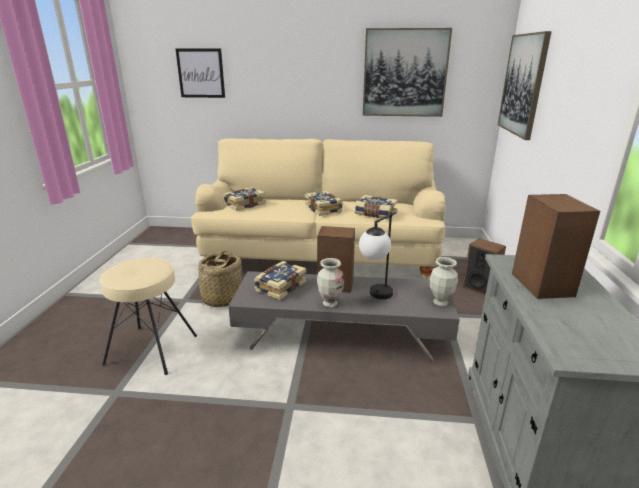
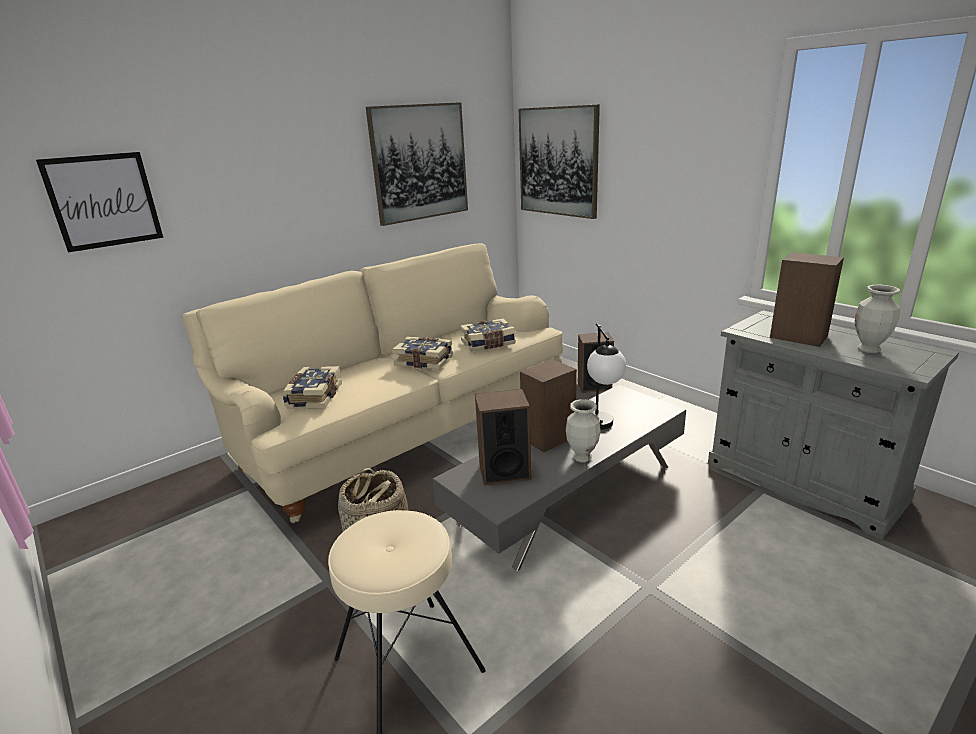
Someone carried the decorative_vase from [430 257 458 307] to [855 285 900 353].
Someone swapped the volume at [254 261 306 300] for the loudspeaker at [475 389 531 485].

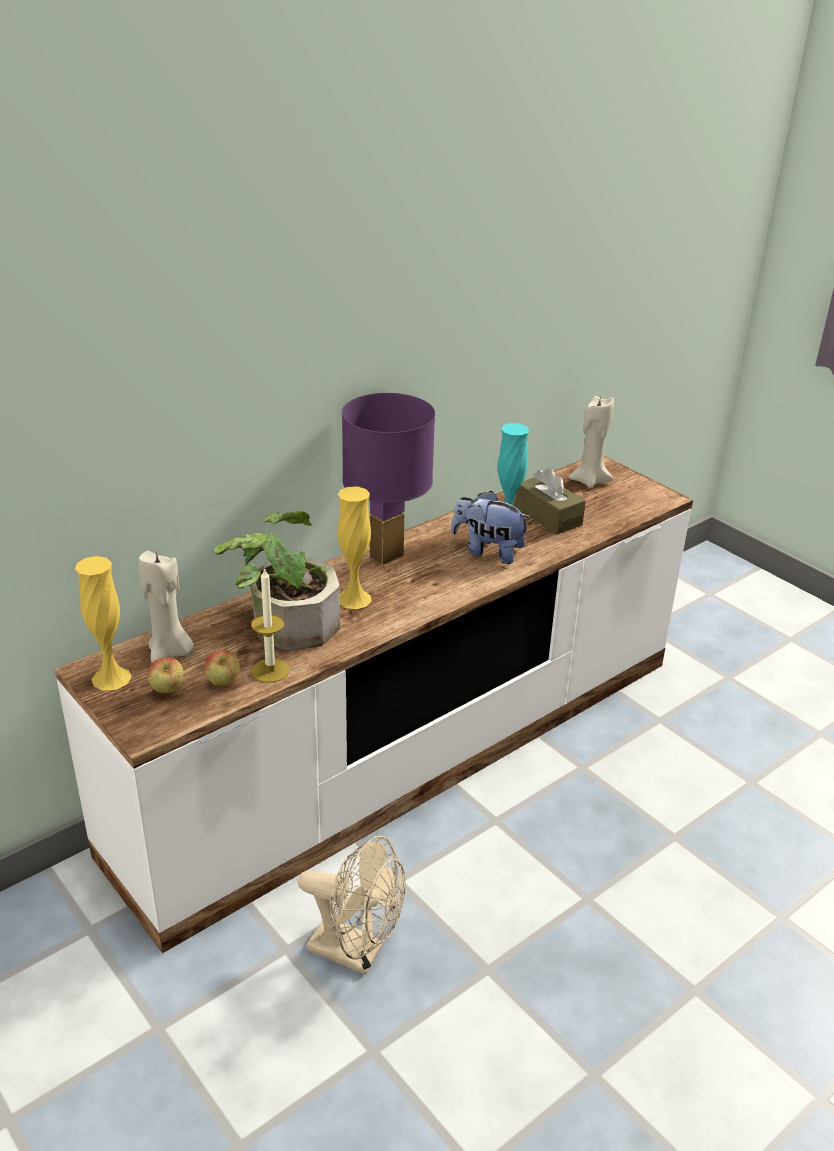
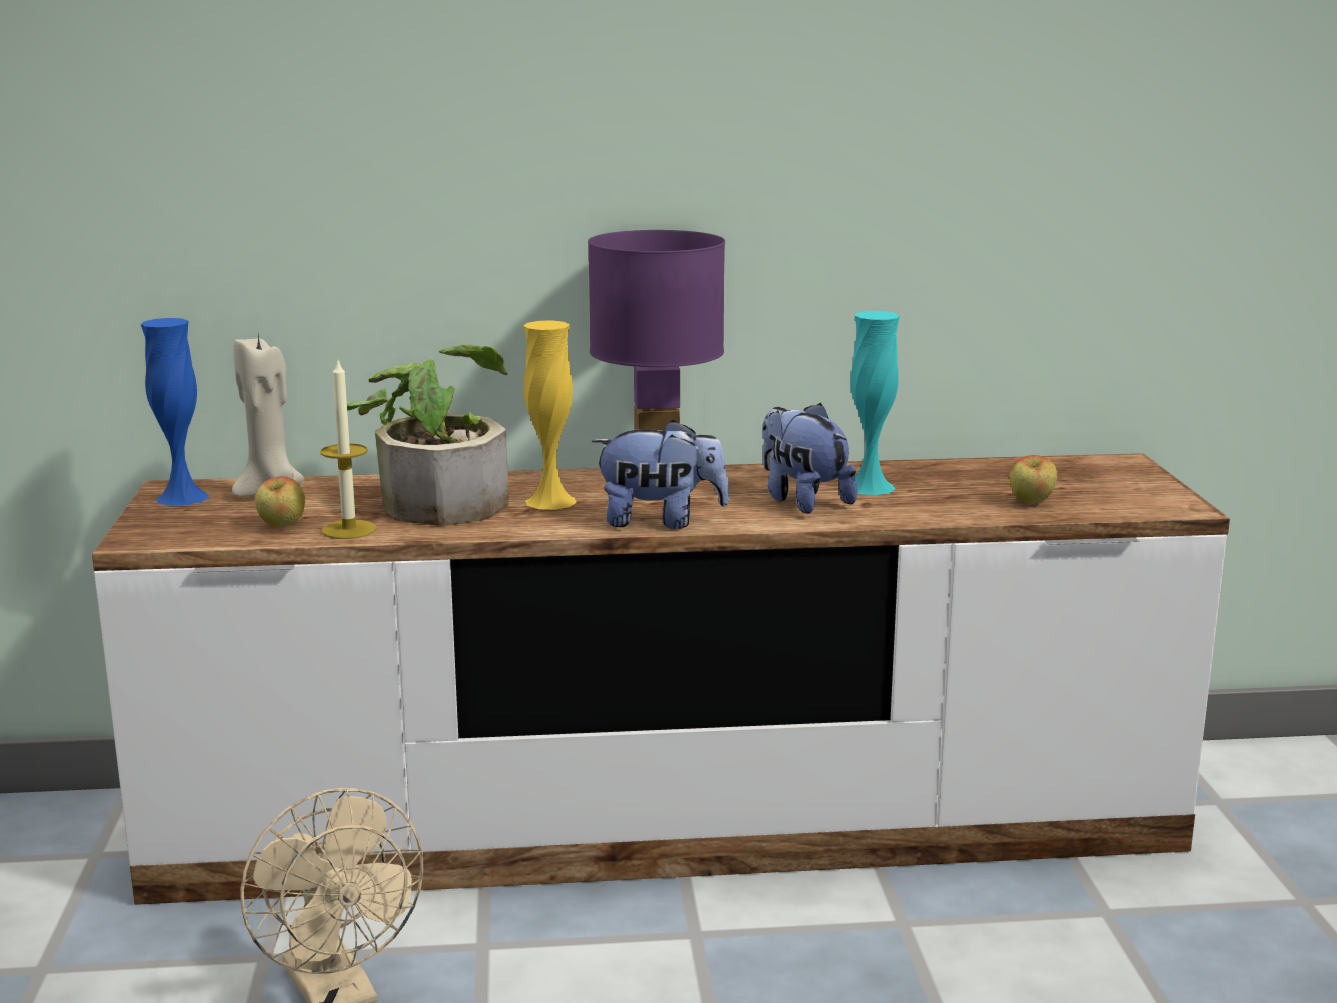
Someone took away the brown-coloured_tissue_holder at [515 467 586 535].
Someone took away the beige_wax_light at [568 395 614 488].
Someone put down the cuddly_toy at [592 420 730 529].
Someone carried the apple from [148 657 184 693] to [1010 455 1057 504].
Someone repainted the yellowish_decorative_vase at [75 556 131 691], which became the bluish_decorative_vase at [141 318 209 506].

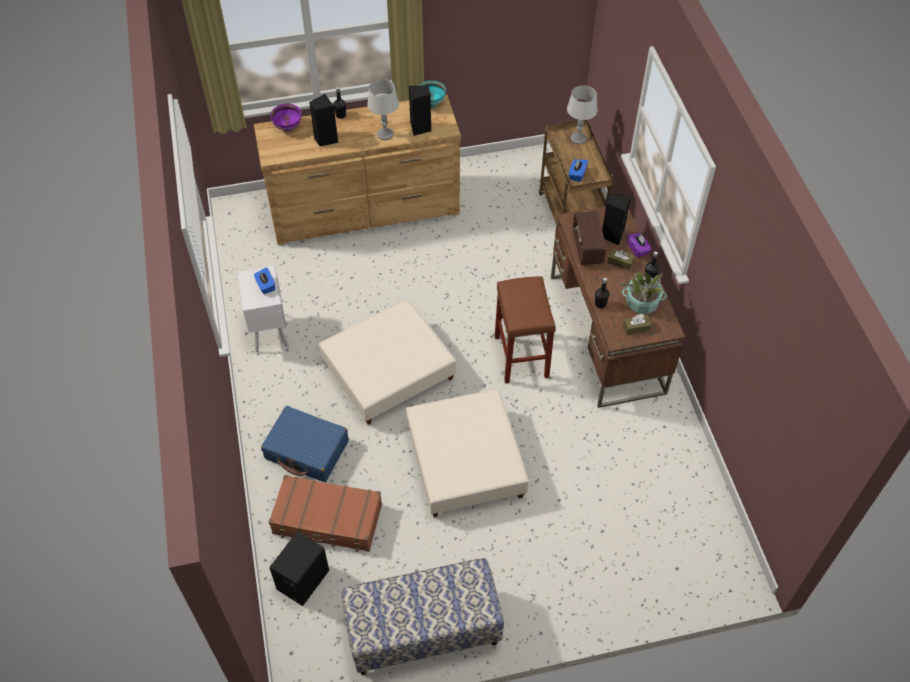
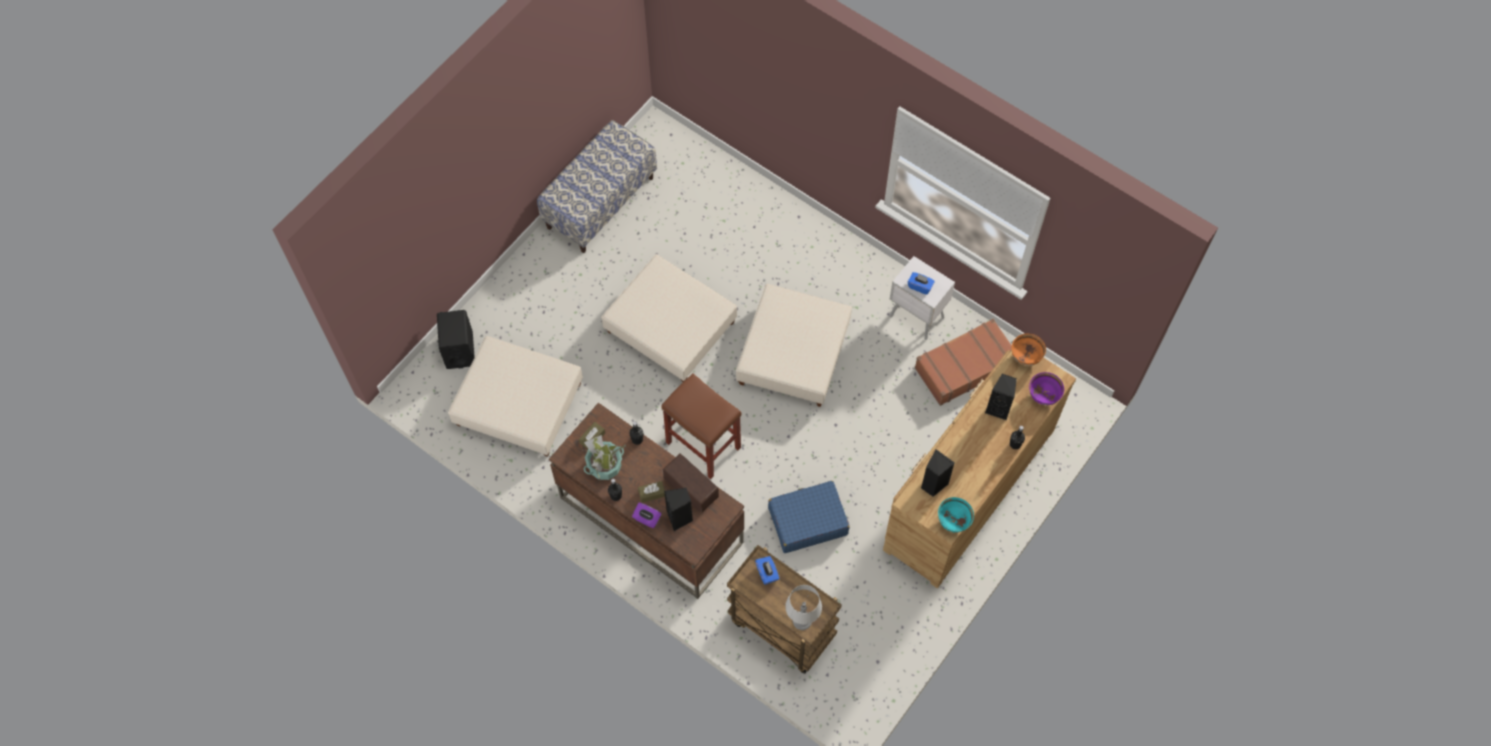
Someone took away the greyish_lamp_for_a_table at [367 79 399 140].
Someone put down the beige_pouffe at [448 336 583 457].
Someone put down the orange_bowl at [1012 334 1046 366].
Someone carried the bluish_piece_of_luggage from [261 406 349 482] to [768 481 850 553].
Someone carried the brown-coloured_piece_of_luggage from [269 475 382 552] to [915 319 1012 406].
Someone carried the black-coloured_loudspeaker from [269 532 329 606] to [437 310 475 369].

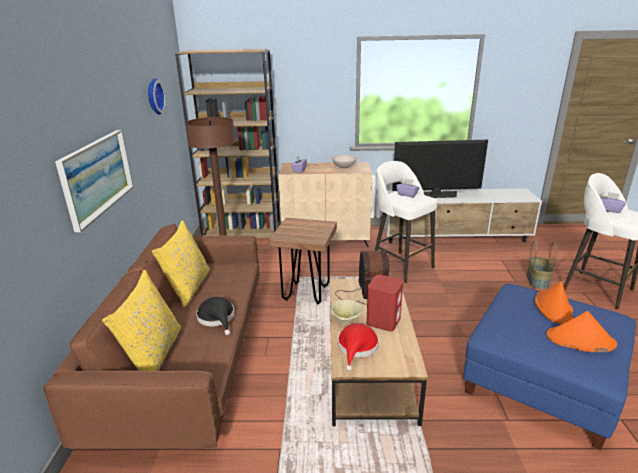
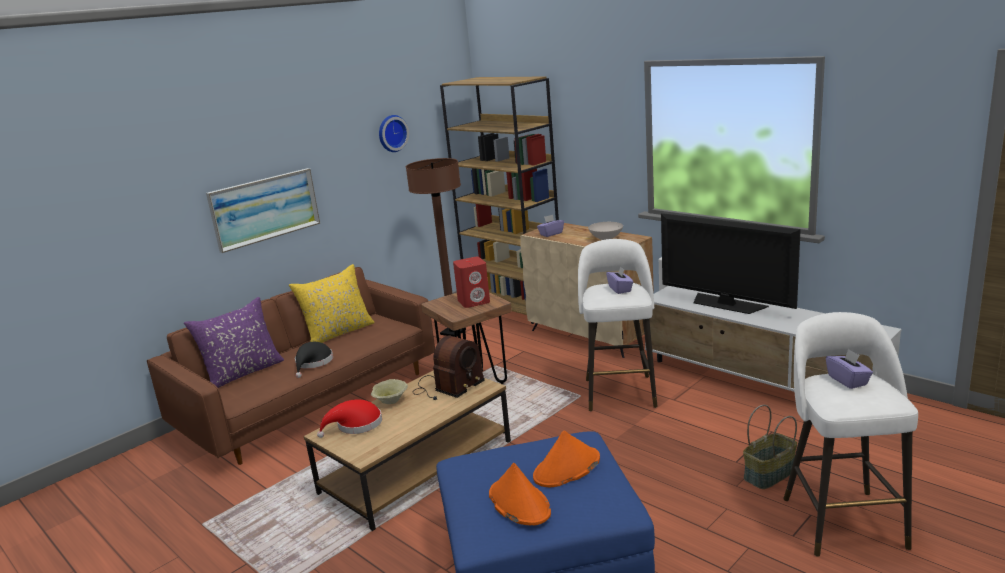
Someone carried the reddish_loudspeaker from [366 275 403 331] to [453 257 490 308].
Someone repainted the yellowish_throw_pillow at [102 270 181 371], which became the purple_throw_pillow at [184 297 284 388].

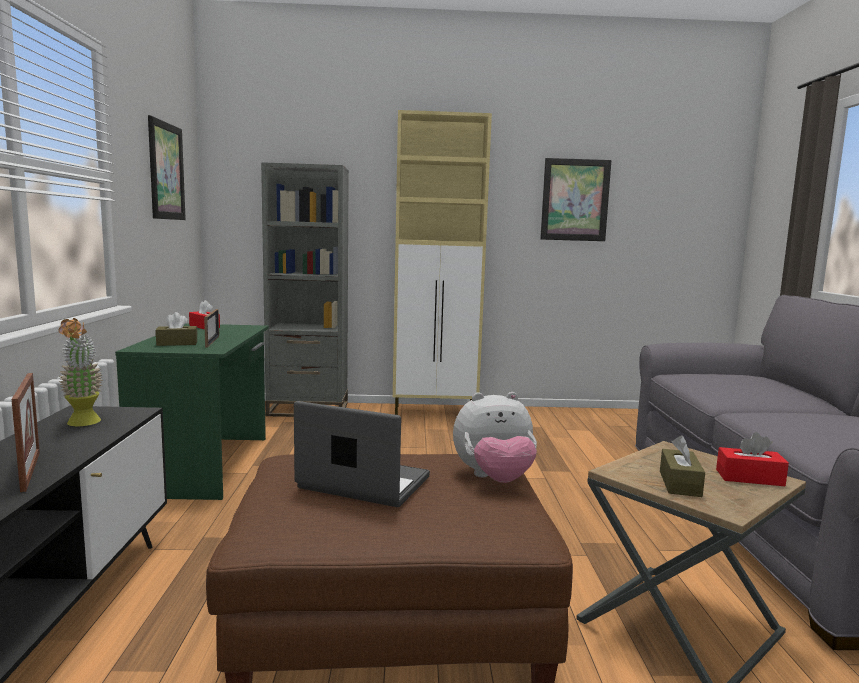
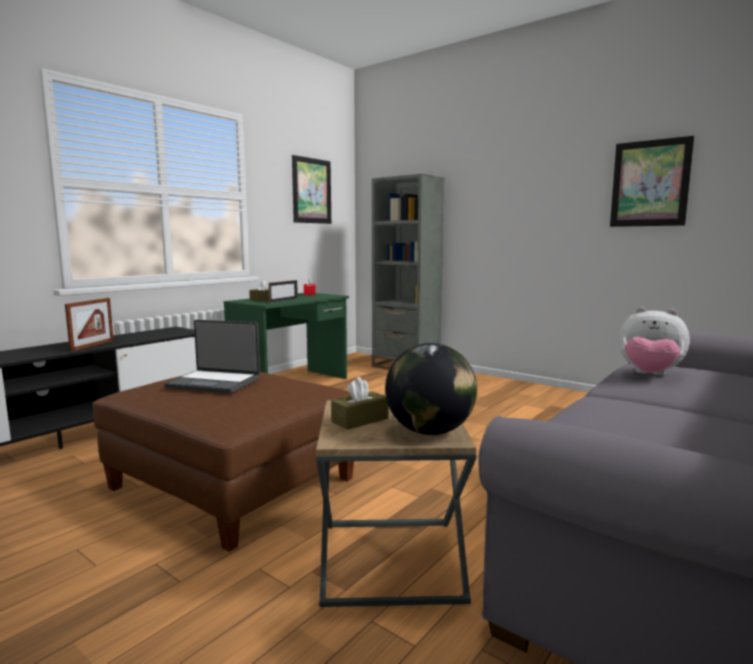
Someone took away the houseplant at [58 318 103 426].
Someone took away the beige_storage_cabinet at [393 110 492 415].
Someone carried the cuddly_toy from [453 392 537 483] to [619 307 690 375].
Someone swapped the reddish_tissue_holder at [716 432 789 486] for the world_globe at [385 343 477 435].
Someone rotated the portable_computer at [294 401 430 507] by 135 degrees clockwise.

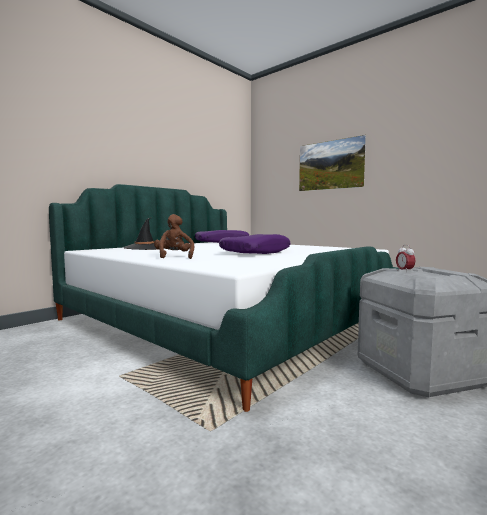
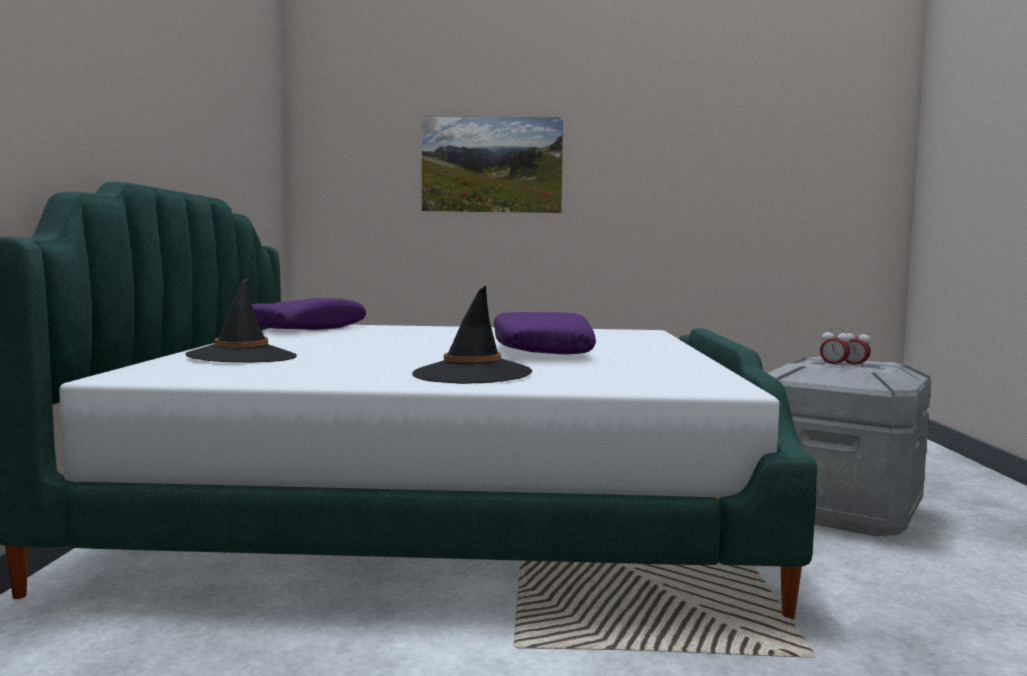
Someone put down the table_clock at [843 329 871 368].
Someone swapped the brown-coloured_cuddly_toy at [154 214 194 259] for the black-coloured_hat at [412 285 532 384].

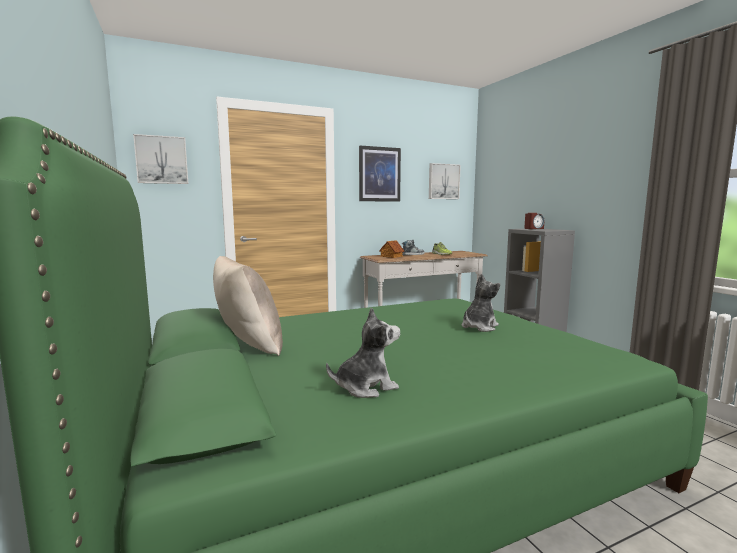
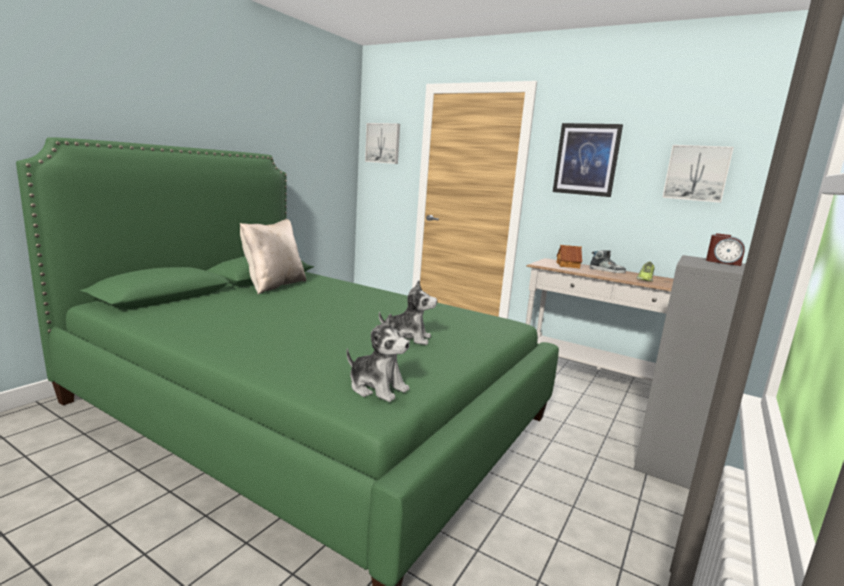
Someone carried the cuddly_toy from [326 307 400 398] to [346 314 410 402].

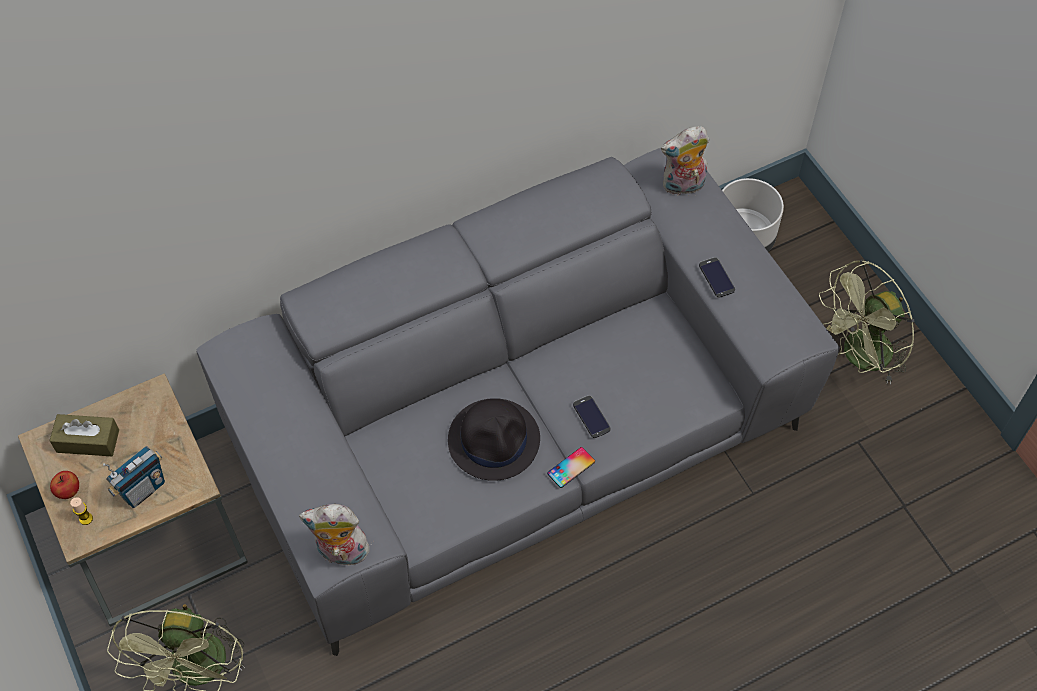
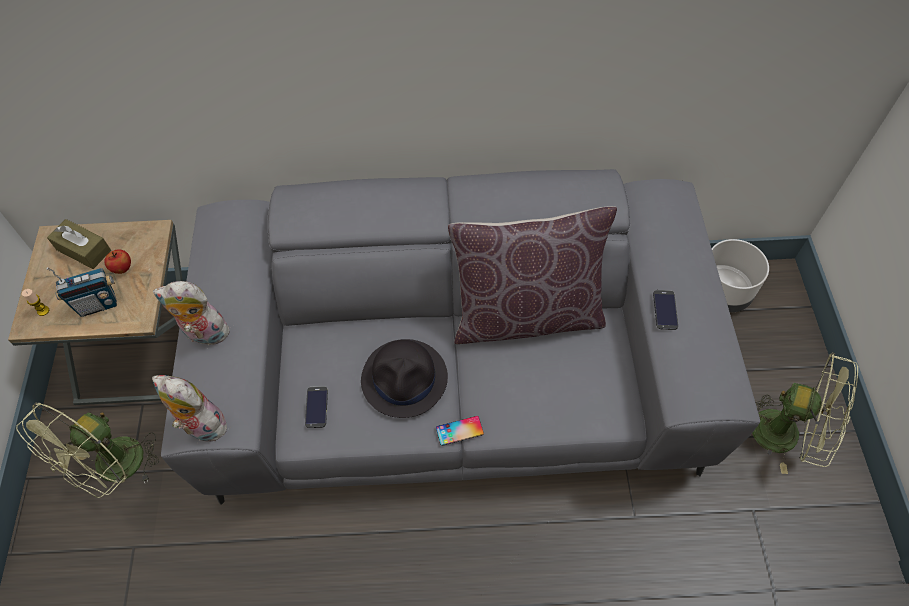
Someone put down the brown-coloured_throw_pillow at [448 206 617 344].
Someone carried the apple from [50 471 79 499] to [104 249 131 274].
Someone carried the phone from [573 396 611 438] to [305 386 328 428].
Someone carried the cuddly_toy from [661 126 709 196] to [153 281 230 346].
Someone rotated the green-coloured_cooling_fan at [819 259 914 384] by 150 degrees counterclockwise.

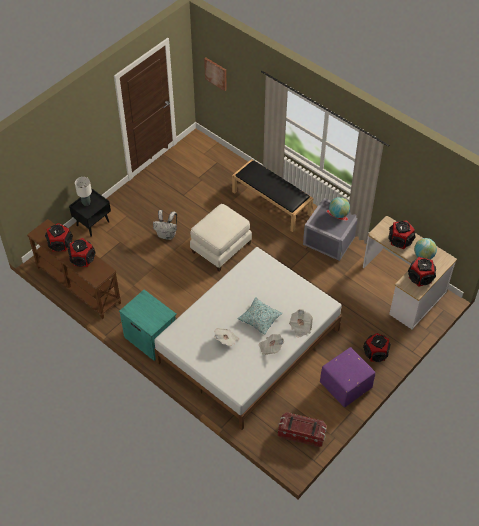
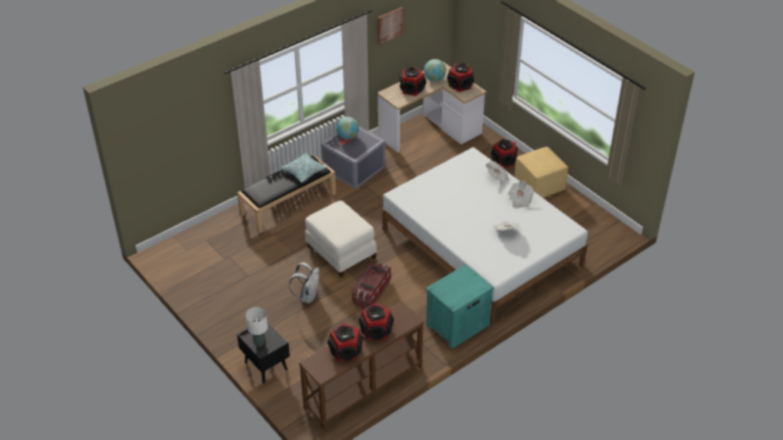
Someone carried the wall_art from [204 58 227 91] to [377 7 403 45].
Someone carried the throw_pillow from [237 297 283 335] to [280 153 327 183].
Someone carried the storage_bin from [278 412 327 447] to [352 262 391 308].
Someone repainted the purple_pouffe at [320 347 375 407], which became the yellowish_pouffe at [514 147 568 198].

